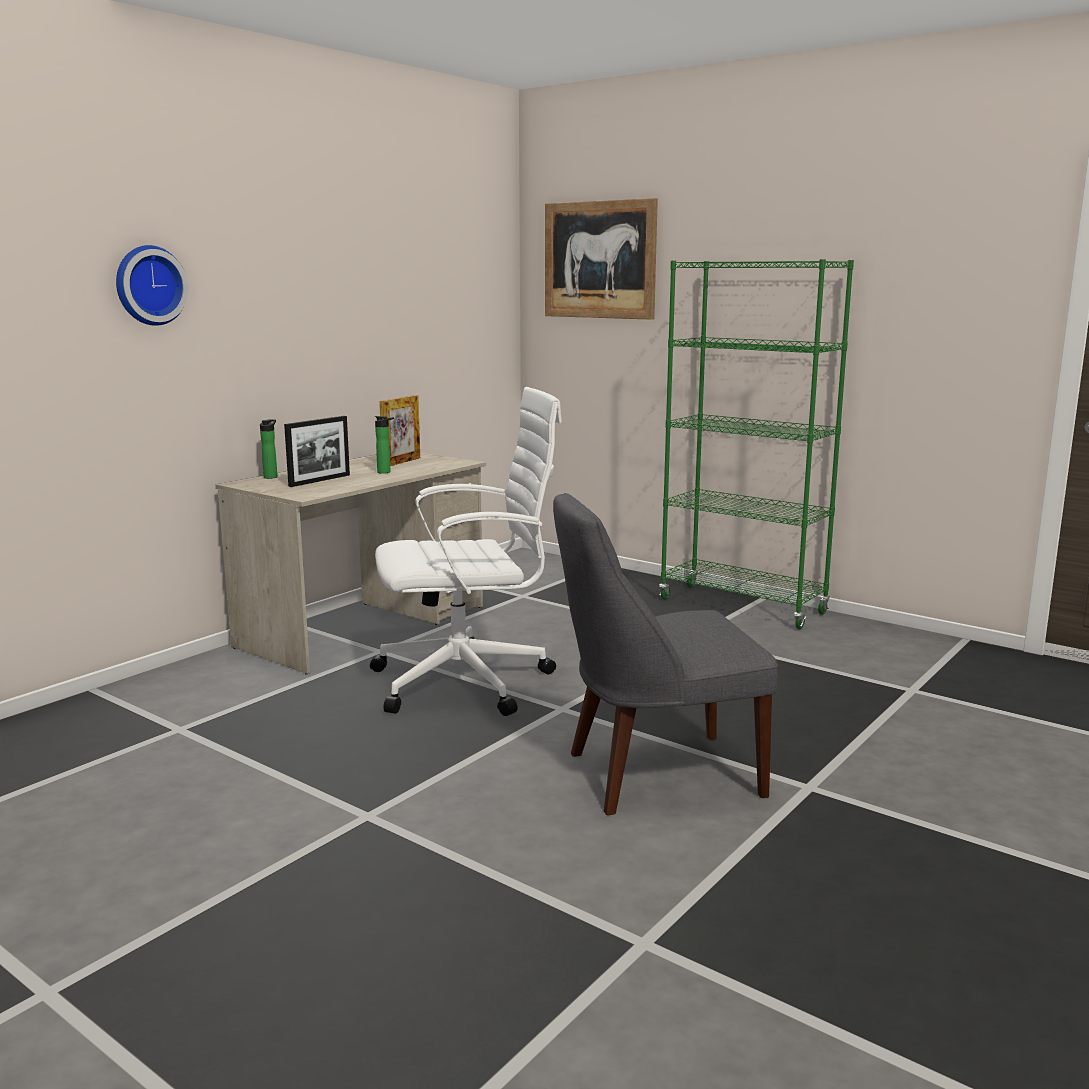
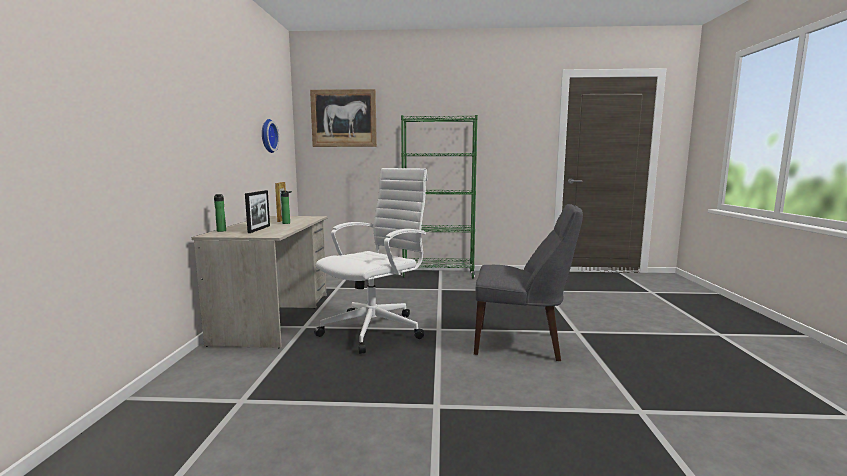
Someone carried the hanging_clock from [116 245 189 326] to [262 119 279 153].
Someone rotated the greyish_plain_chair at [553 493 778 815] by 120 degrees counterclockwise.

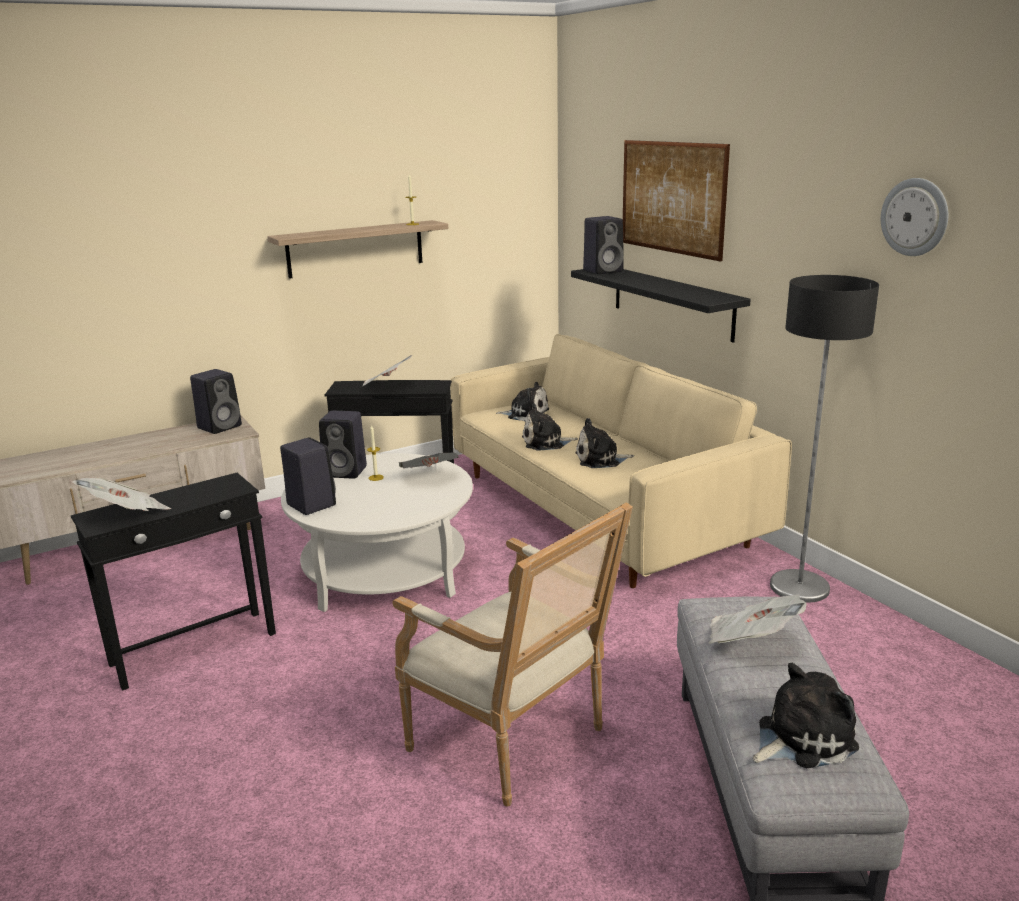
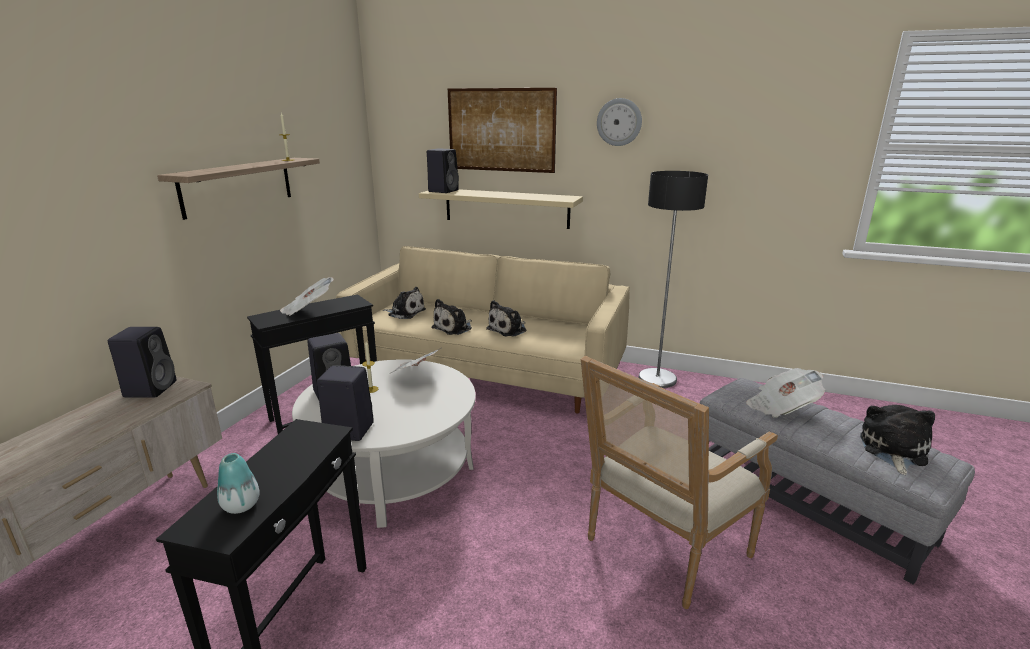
Someone carried the hanging_clock from [881 178 948 256] to [597 98 642 146].
Someone swapped the daily_paper at [71 477 171 511] for the decorative_vase at [217 453 260 514].
Someone repainted the black-coloured_shelf at [571 269 751 343], which became the beige_shelf at [419 189 583 229].
Someone rotated the lounge_chair at [392 502 633 807] by 135 degrees clockwise.
Someone rotated the cuddly_toy at [496 382 549 422] by 45 degrees clockwise.

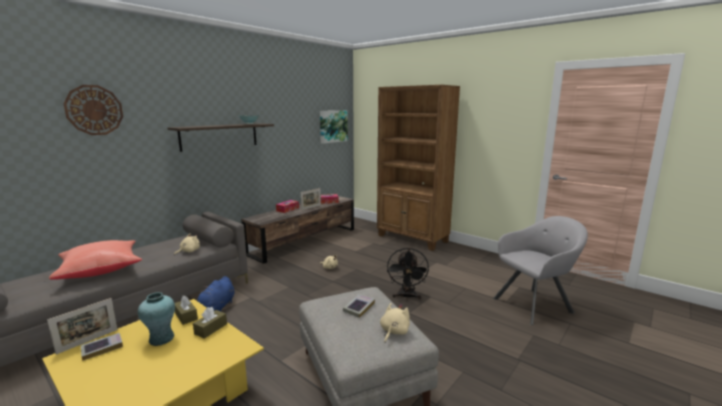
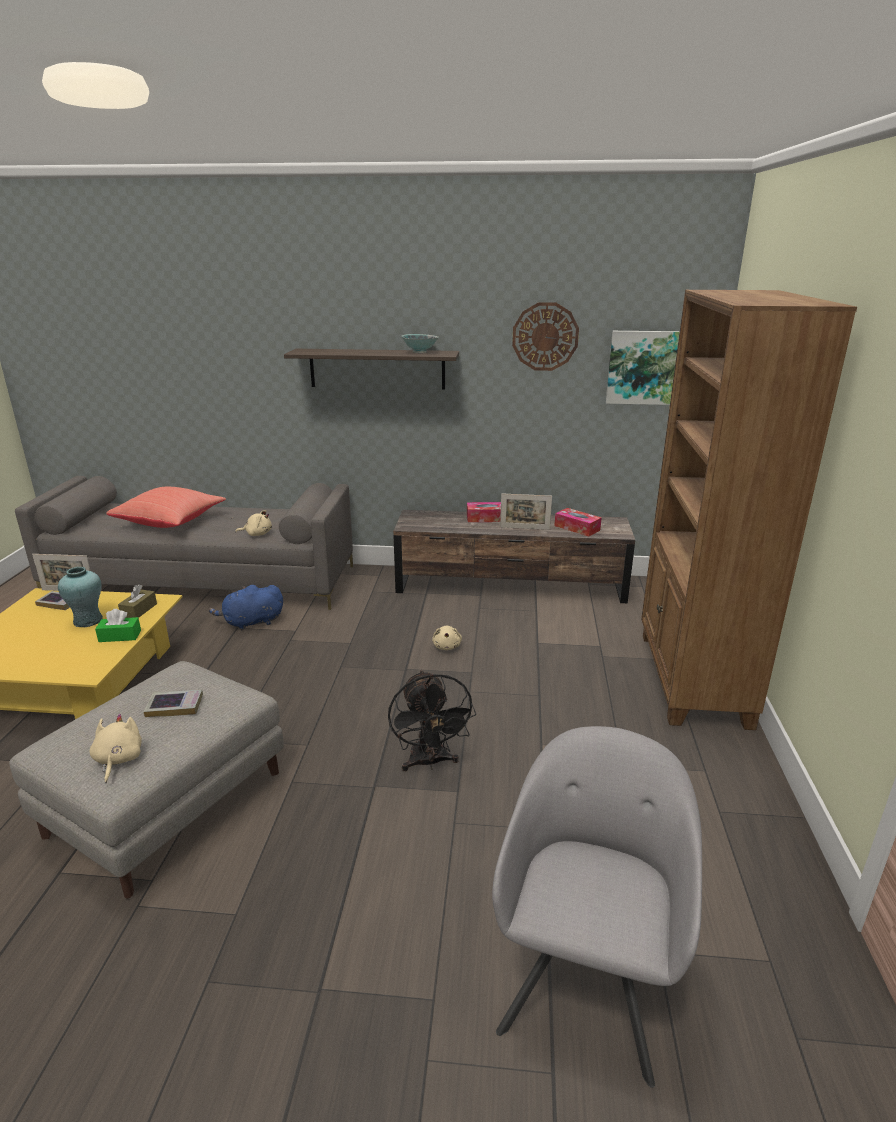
Someone carried the hanging_clock from [63 85 123 135] to [512 302 579 371].
Someone repainted the brown-coloured_tissue_holder at [193 307 227 339], which became the green-coloured_tissue_holder at [95 609 141 642].
Someone rotated the beige_cuddly_toy at [380 303 410 343] by 90 degrees counterclockwise.
Someone rotated the black-coloured_cooling_fan at [387 248 429 299] by 75 degrees counterclockwise.
Someone rotated the greyish_lounge_chair at [493 216 588 325] by 105 degrees counterclockwise.

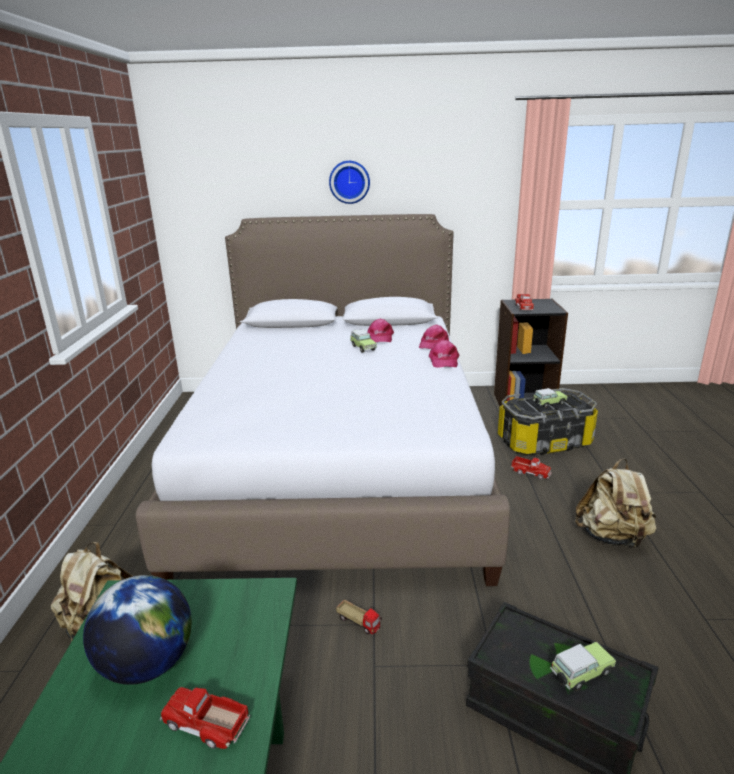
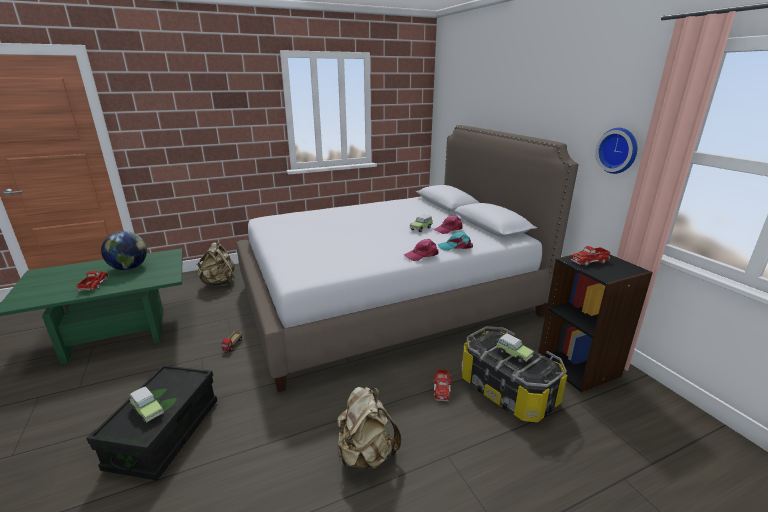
Someone carried the hanging_clock from [329 161 370 204] to [595 128 637 174].
Someone repainted the pink_baseball_cap at [419 324 449 349], which became the blue-green_baseball_cap at [438 232 473 251].

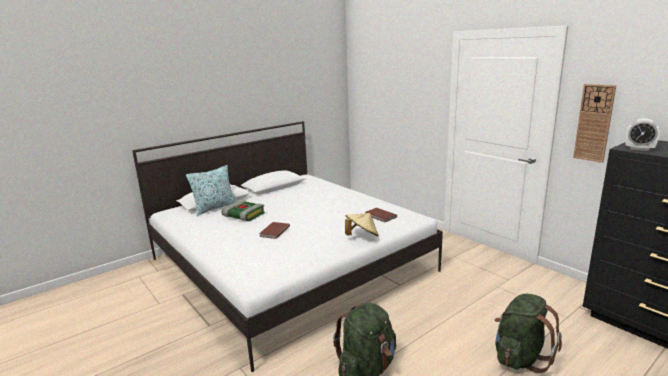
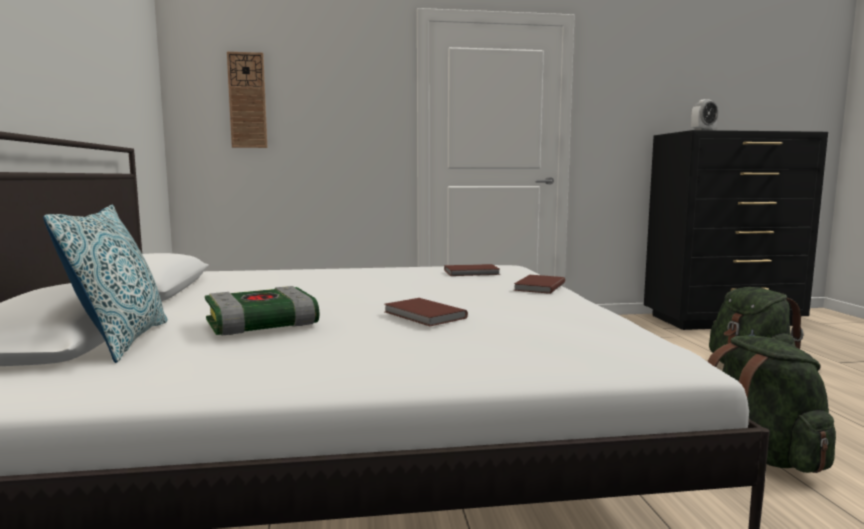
Someone carried the hanging_clock from [573 84 616 163] to [227 52 267 148].
Someone swapped the beige_hat at [345 213 379 236] for the brown-coloured_volume at [514 275 565 294].

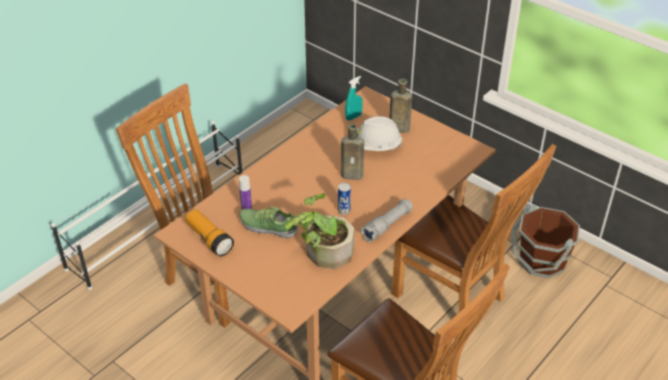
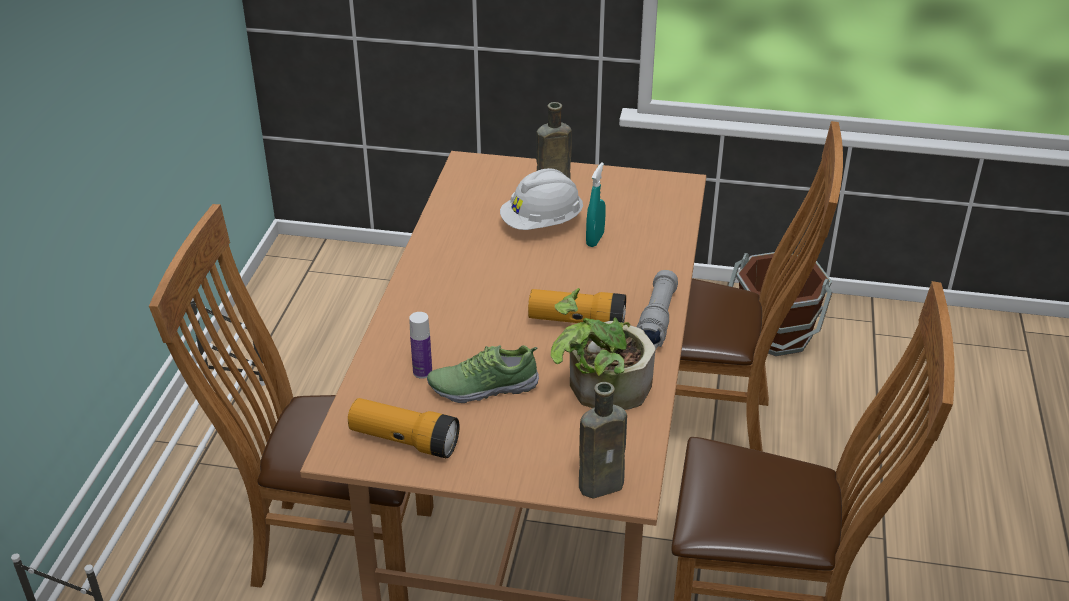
Someone carried the brown-coloured_drink_bottle from [341 124 364 180] to [579 382 627 498].
Someone carried the blue-green_spray_bottle from [345 76 363 121] to [586 162 606 247].
Someone swapped the sealed_can at [338 183 351 215] for the hand_torch at [528 289 626 323].

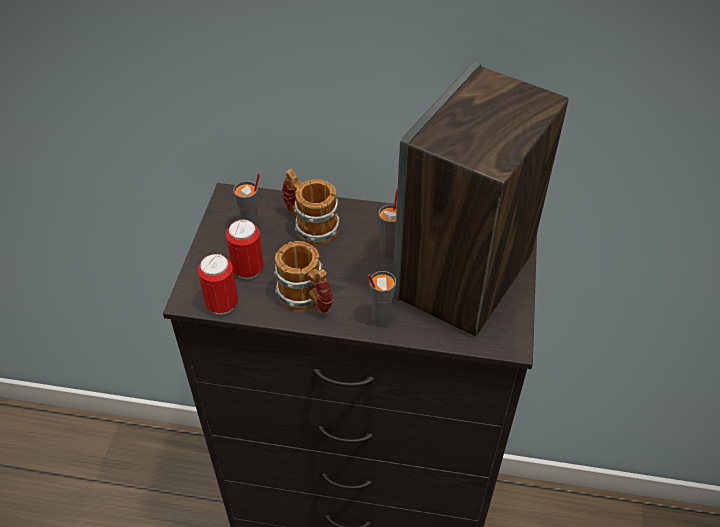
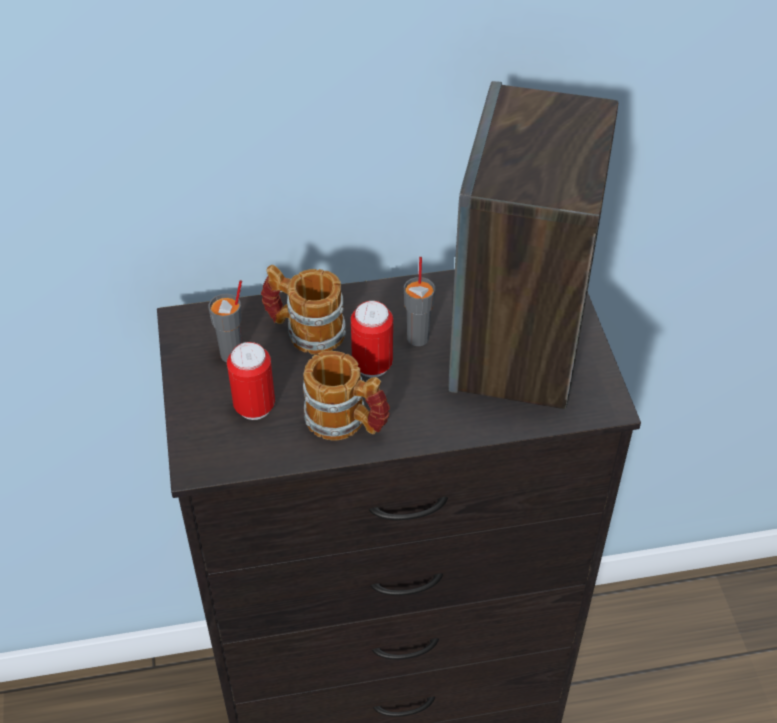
Someone took away the greyish_drinking_cup at [368 271 396 327].
Someone carried the sealed_can from [198 253 238 315] to [351 301 393 378].

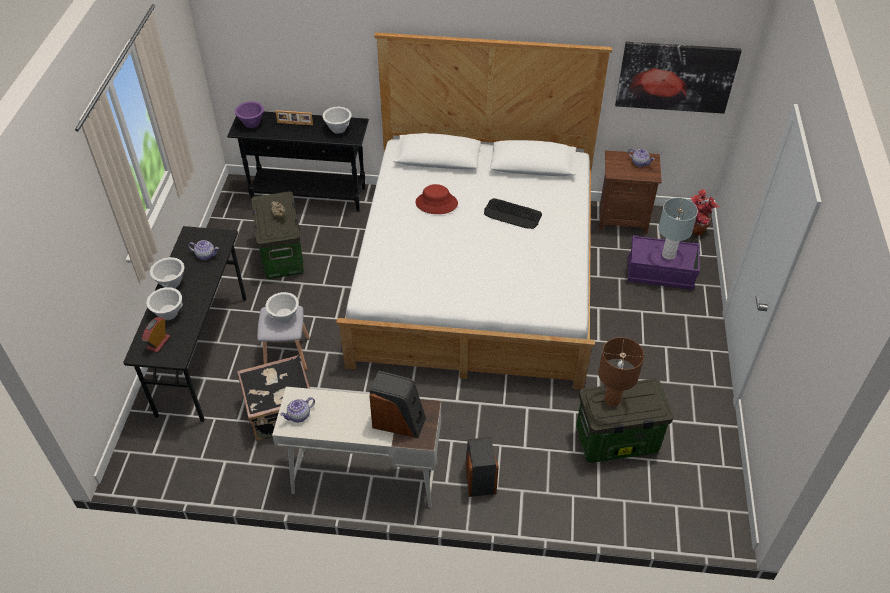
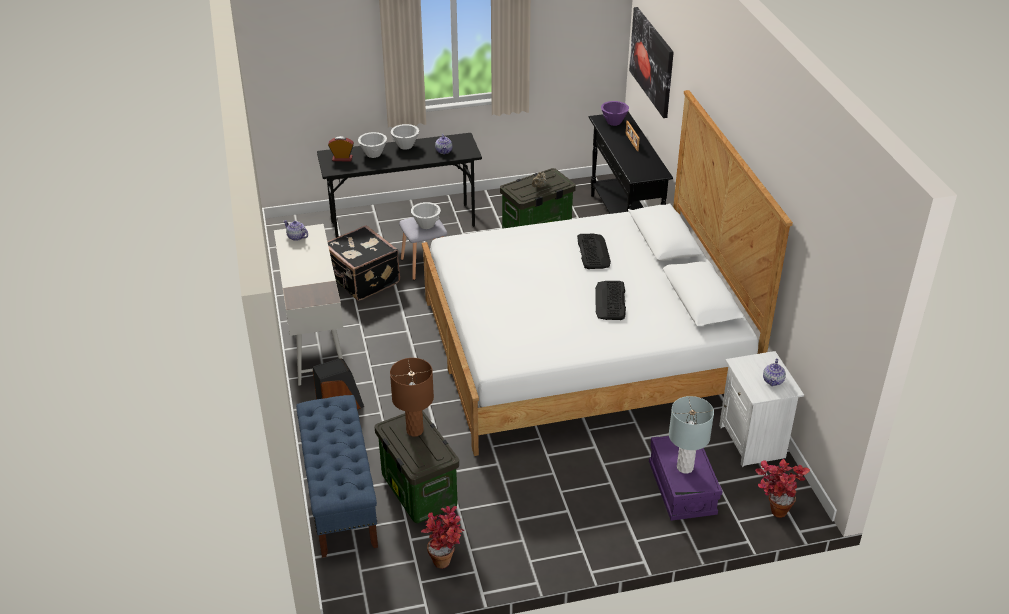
Someone took away the whitish_bowl at [322 107 352 134].
Someone took away the loudspeaker at [369 370 426 438].
Someone put down the bluish_indoor_bench at [296 395 378 558].
Someone put down the houseplant at [421 506 464 569].
Someone carried the wall_art from [615 42 742 114] to [629 7 674 118].
Someone swapped the reddish_hat at [416 184 458 214] for the keyboard at [577 234 611 269].
Someone repainted the brown-coloured_nightstand at [599 150 662 234], which became the whitish_nightstand at [719 351 804 467].

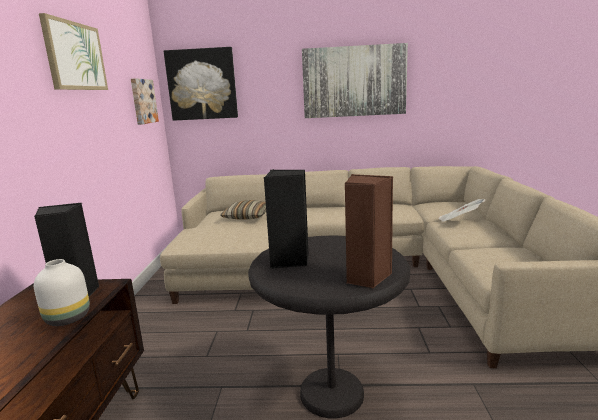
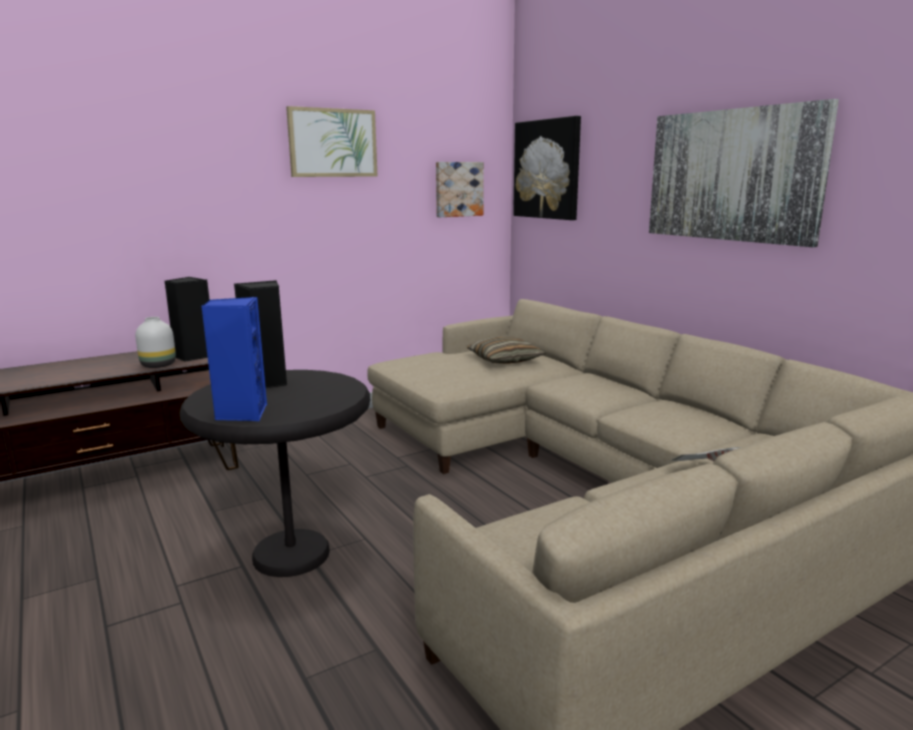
Someone repainted the brown-coloured_loudspeaker at [345 174 394 288], which became the bluish_loudspeaker at [201 297 267 421].

